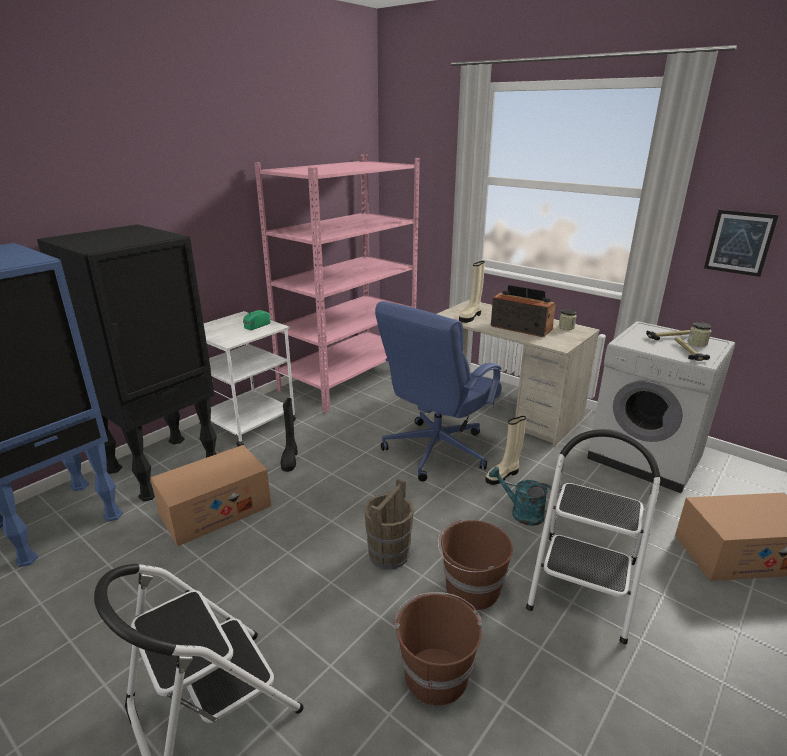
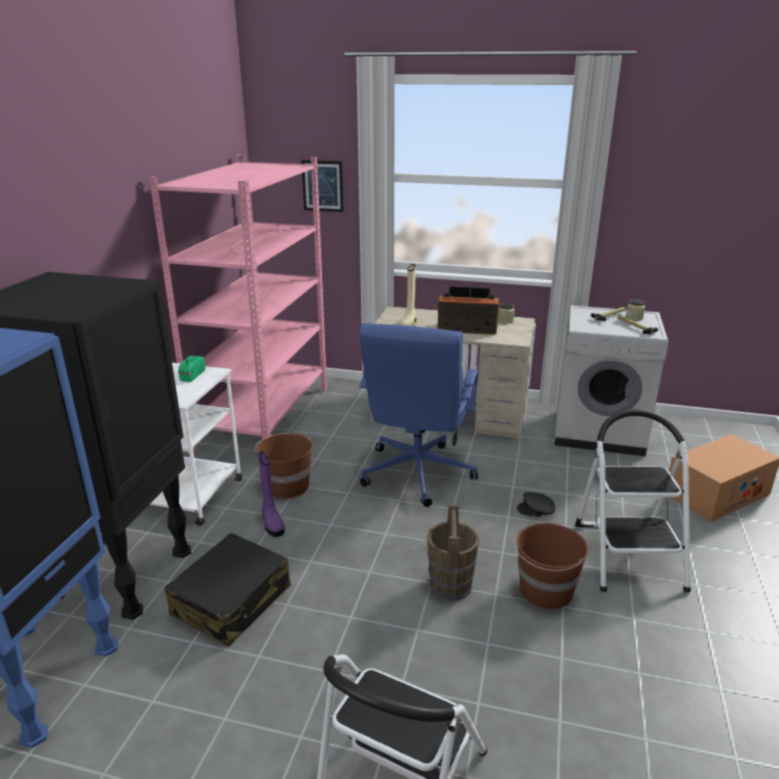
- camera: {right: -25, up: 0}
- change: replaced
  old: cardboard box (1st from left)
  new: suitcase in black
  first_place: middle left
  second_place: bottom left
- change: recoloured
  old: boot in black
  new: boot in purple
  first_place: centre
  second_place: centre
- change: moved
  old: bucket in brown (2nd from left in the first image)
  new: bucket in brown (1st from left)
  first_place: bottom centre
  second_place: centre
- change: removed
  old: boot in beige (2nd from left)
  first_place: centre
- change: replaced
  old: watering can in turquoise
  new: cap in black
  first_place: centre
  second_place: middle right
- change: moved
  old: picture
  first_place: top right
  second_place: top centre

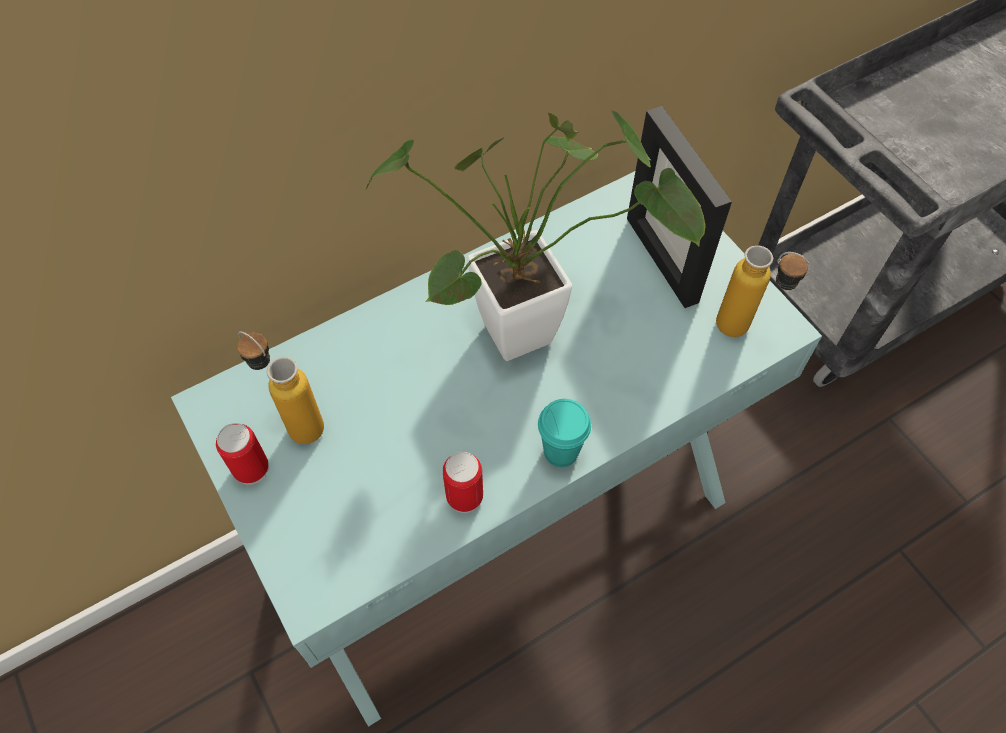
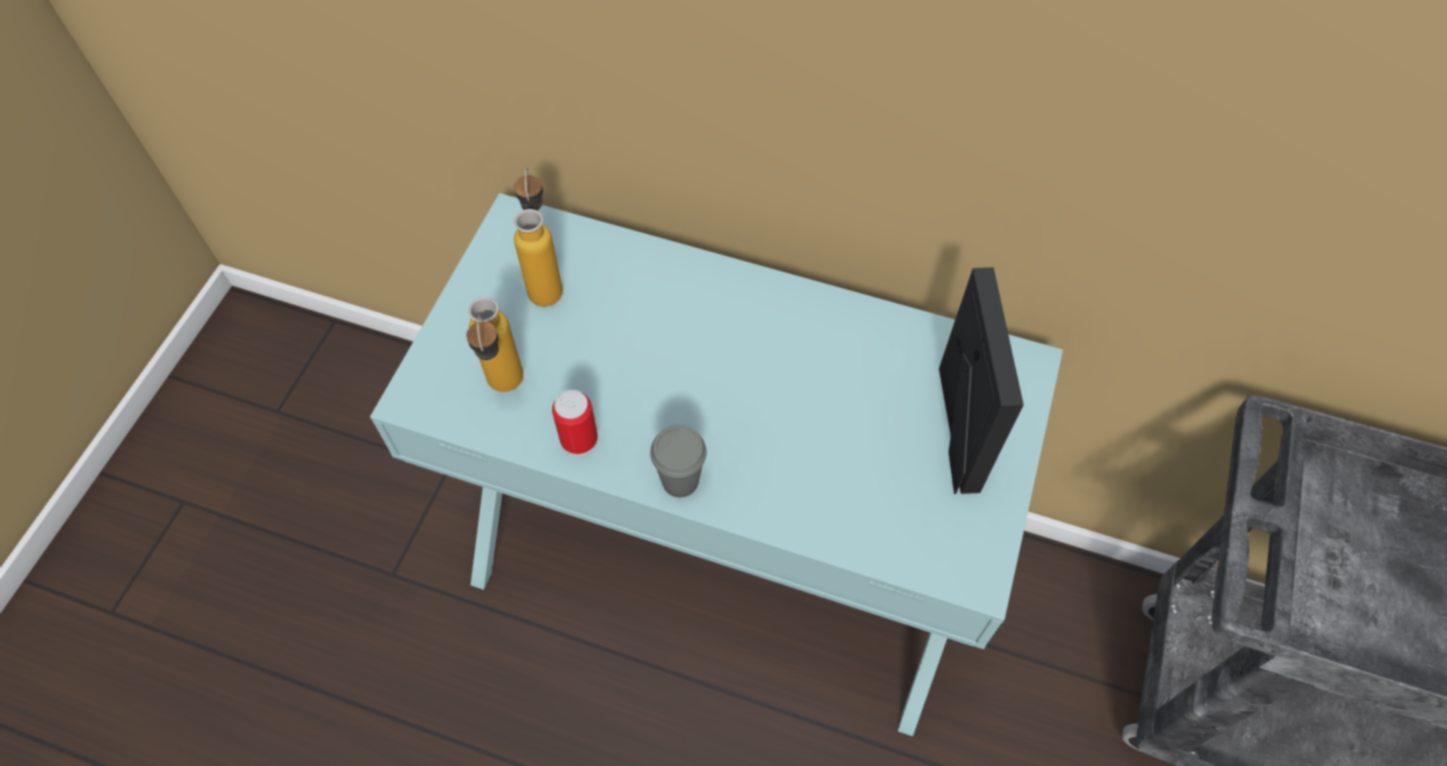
- camera: {right: 50, up: 0}
- change: removed
  old: can (1st from left)
  first_place: middle left
- change: removed
  old: potted plant
  first_place: top centre
- change: recoloured
  old: cup in turquoise
  new: cup in grey
  first_place: centre
  second_place: centre
- change: turned
  old: picture frame
  first_place: top right
  second_place: middle right
  degrees: 150
- change: moved
  old: bottle (2nd from left in the first image)
  new: bottle (1st from left)
  first_place: middle right
  second_place: centre

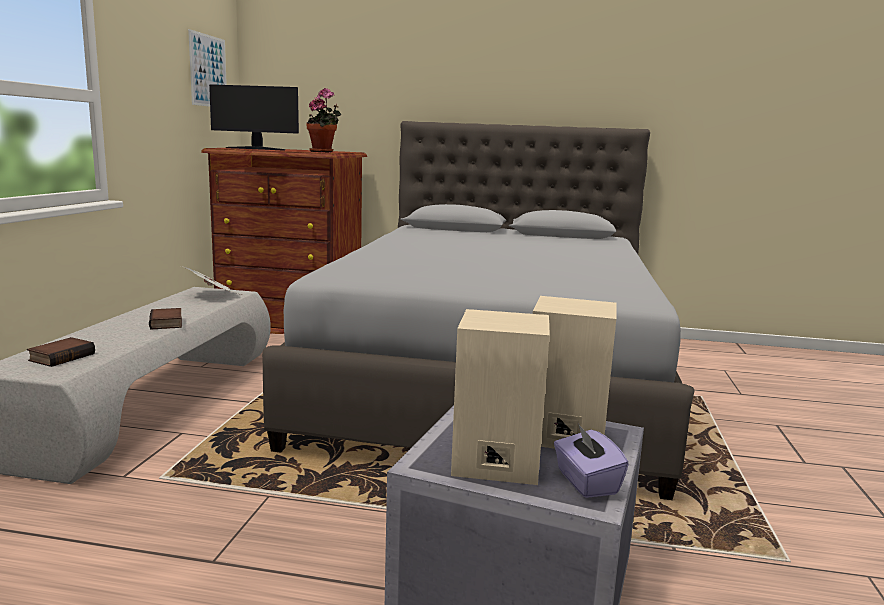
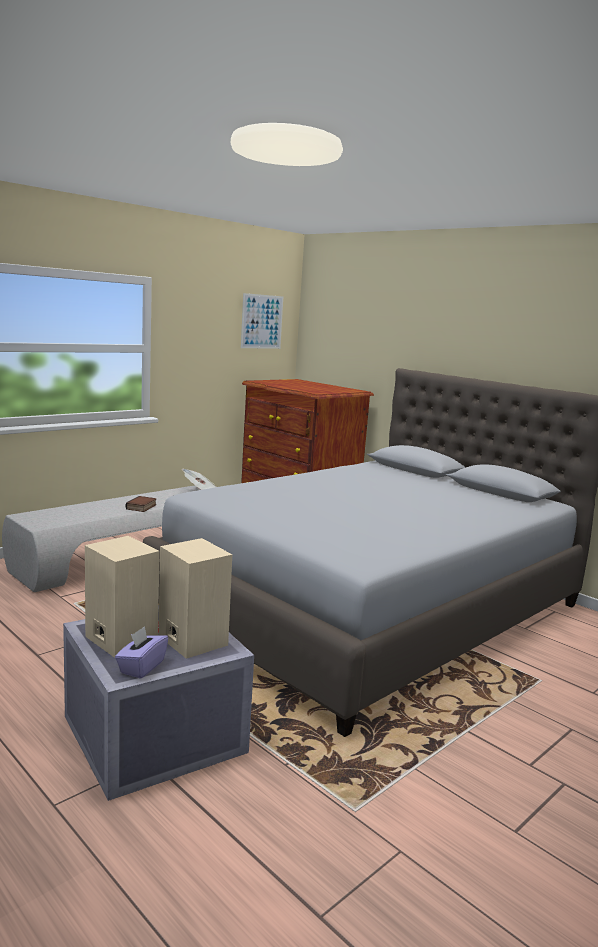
- camera: {right: 35, up: 0}
- change: removed
  old: book (1st from left)
  first_place: middle left
- change: removed
  old: monitor
  first_place: top left
- change: removed
  old: potted plant
  first_place: top centre

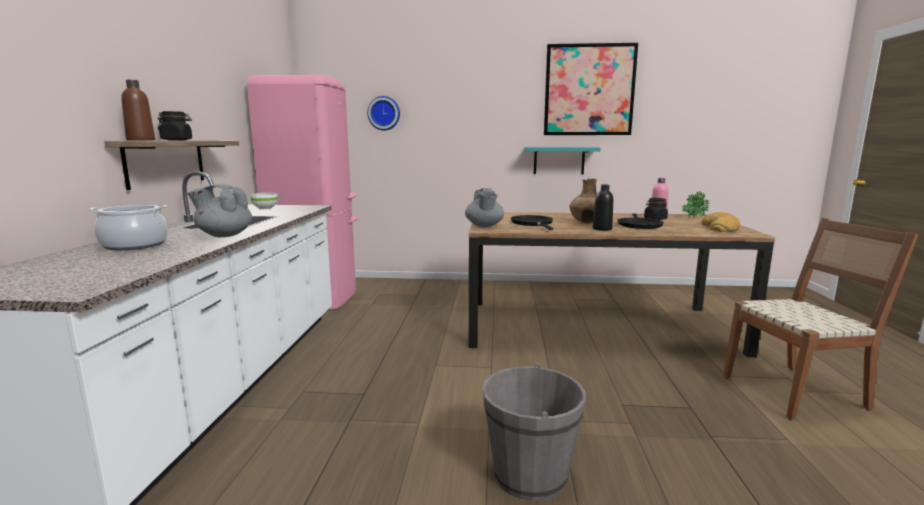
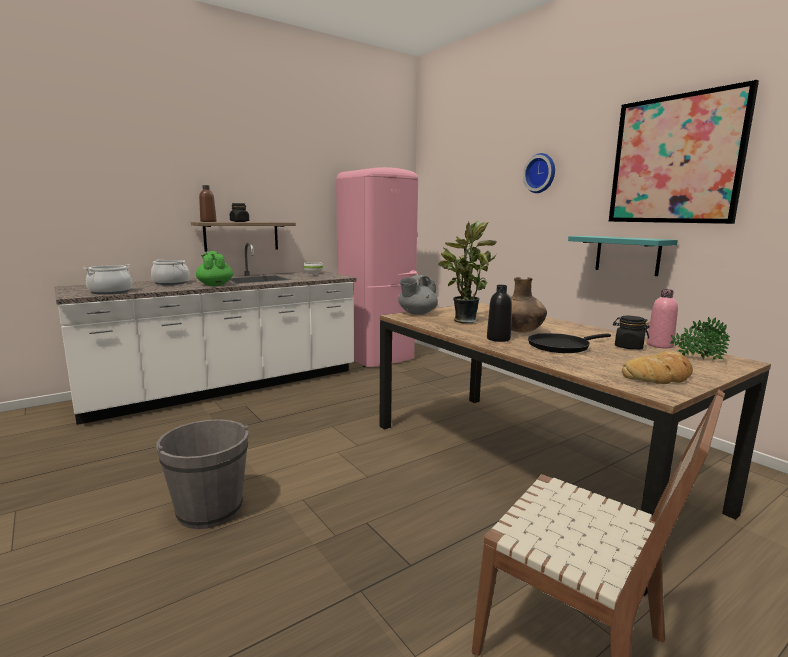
- camera: {right: 50, up: 0}
- change: recoloured
  old: teapot in grey (1st from left)
  new: teapot in green
  first_place: middle left
  second_place: middle left
- change: moved
  old: wall clock
  first_place: top centre
  second_place: top right
- change: replaced
  old: frying pan in black (1st from left)
  new: potted plant (1st from left)
  first_place: centre
  second_place: centre
- change: added
  new: cooking pot (1st from left)
  second_place: middle left

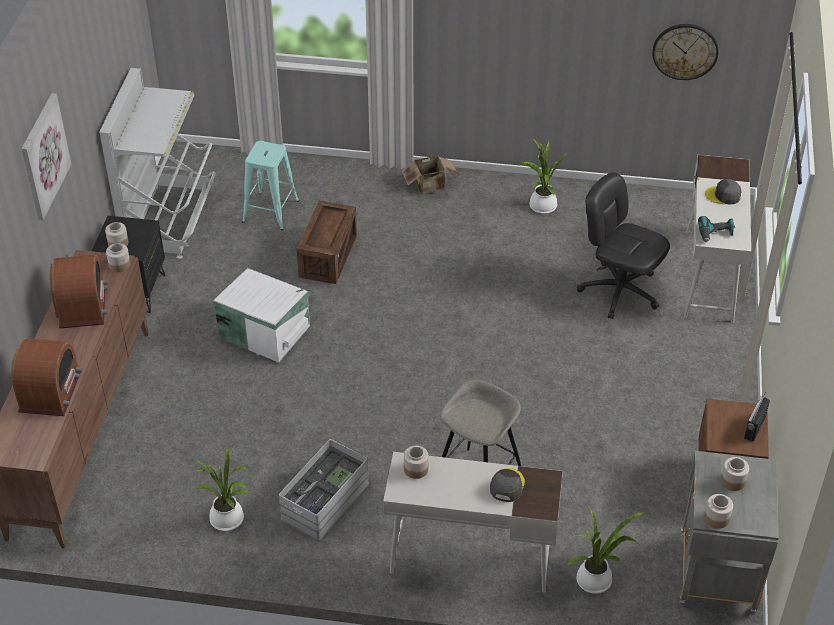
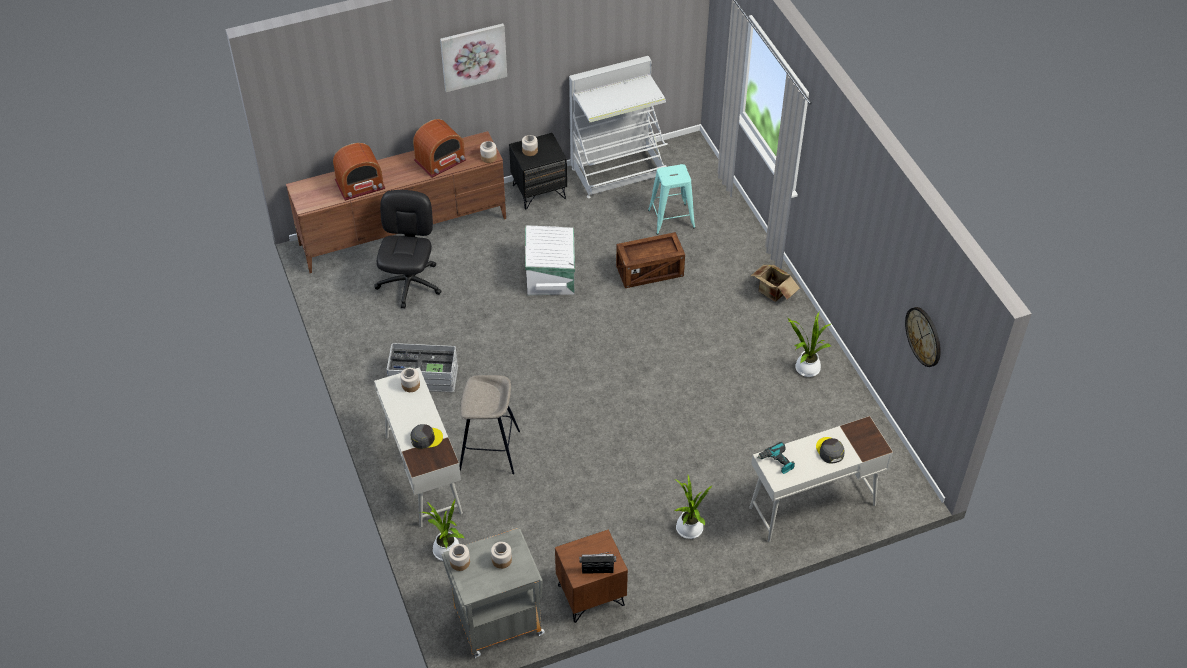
- camera: {right: 60, up: 5}
- change: moved
  old: potted plant (1st from left in the first image)
  new: potted plant (2nd from left)
  first_place: bottom left
  second_place: bottom centre
- change: moved
  old: office chair in black
  first_place: middle right
  second_place: centre

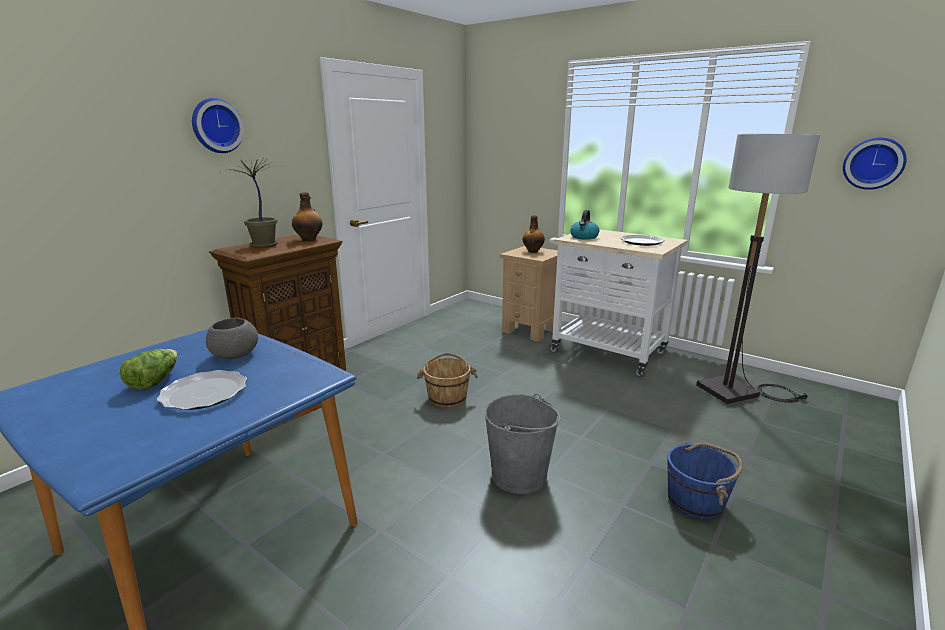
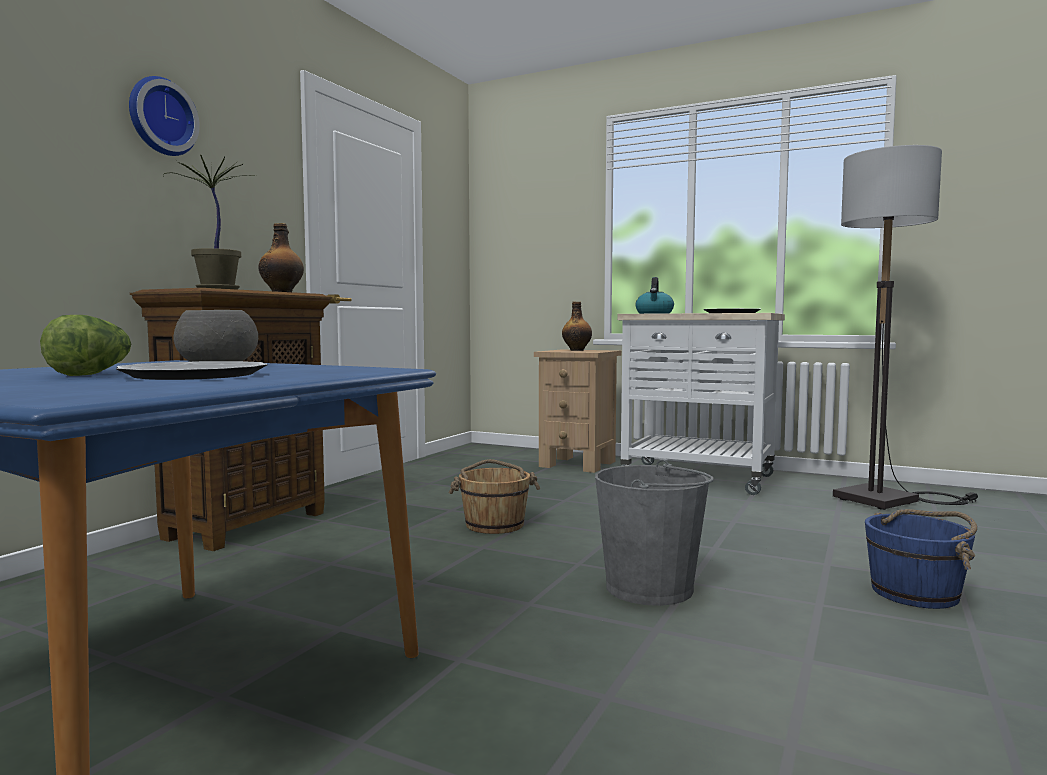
- camera: {right: -10, up: -15}
- change: removed
  old: wall clock (2nd from left)
  first_place: top right

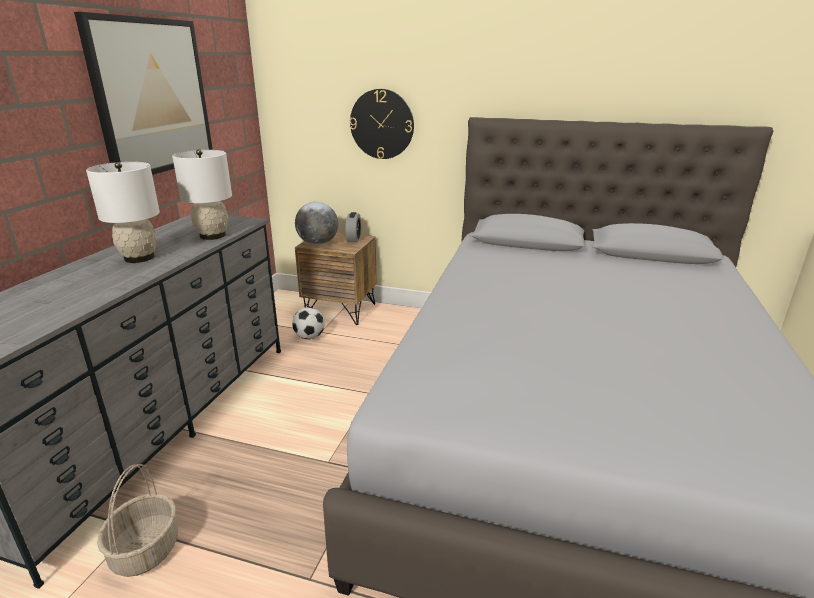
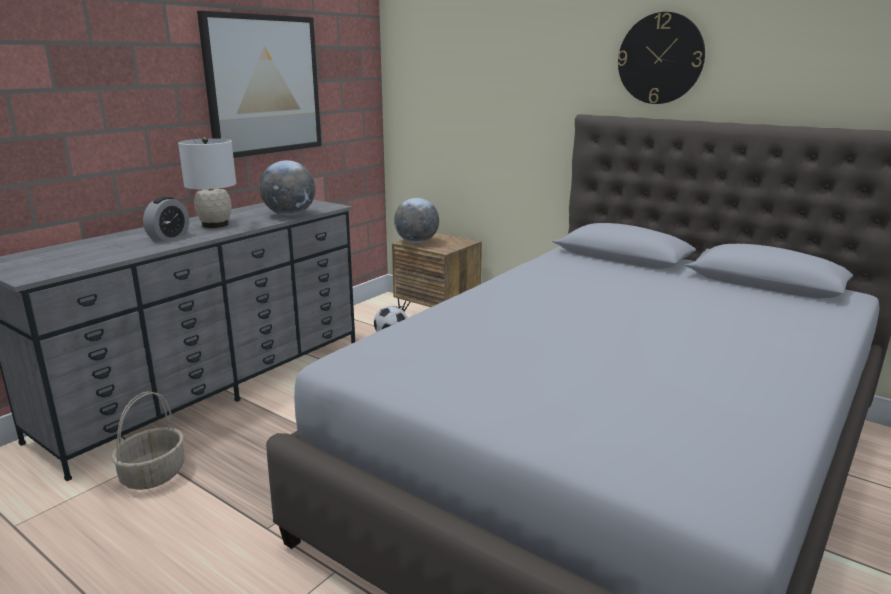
- camera: {right: 20, up: -5}
- change: replaced
  old: table lamp in white (2nd from left)
  new: globe (1st from left)
  first_place: top left
  second_place: top left
- change: moved
  old: alarm clock
  first_place: centre
  second_place: middle left
- change: moved
  old: wall clock
  first_place: top centre
  second_place: top right

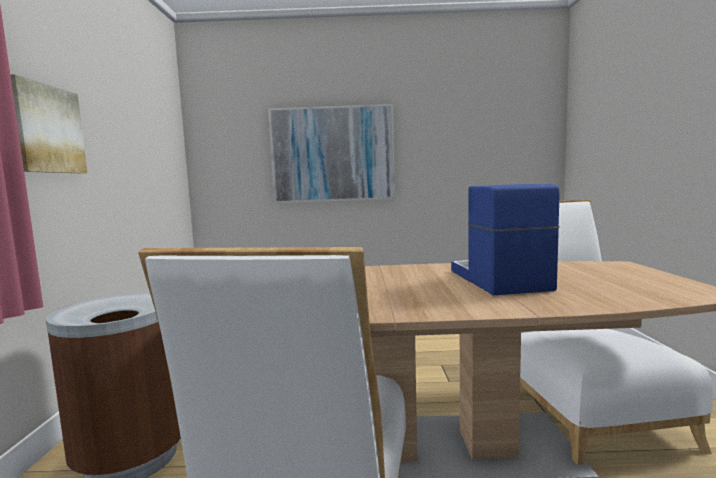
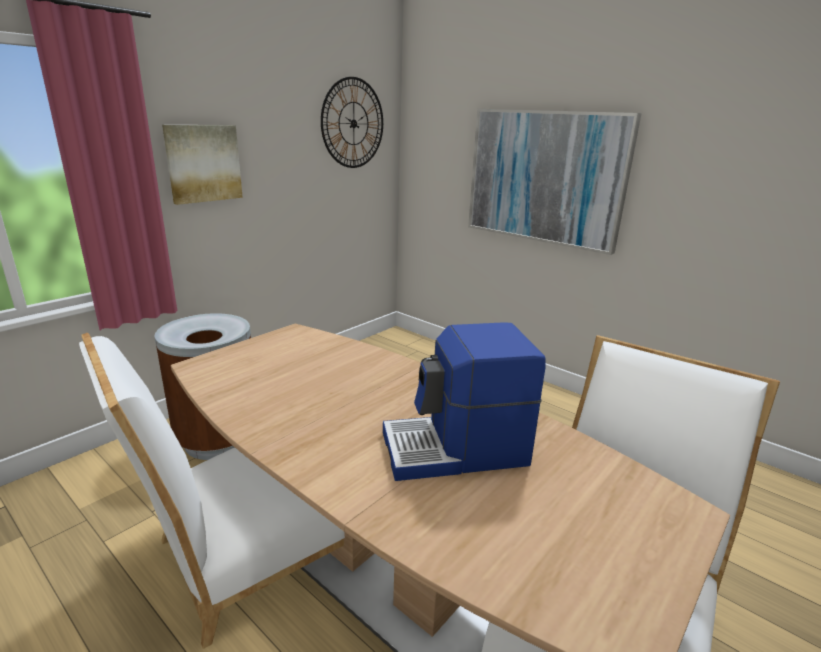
- camera: {right: 40, up: 15}
- change: turned
  old: coffee machine
  first_place: middle right
  second_place: centre
  degrees: -135
- change: added
  new: wall clock
  second_place: top centre

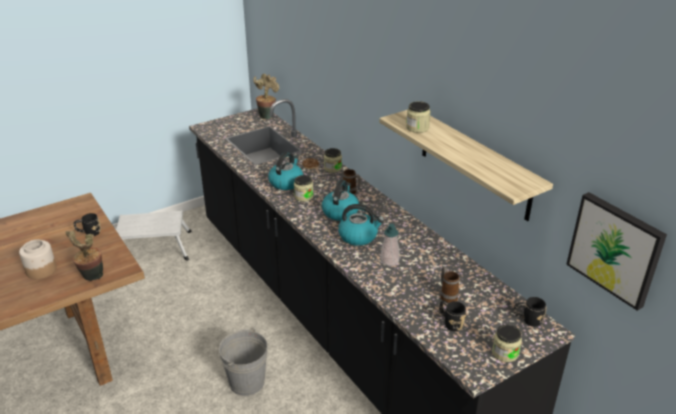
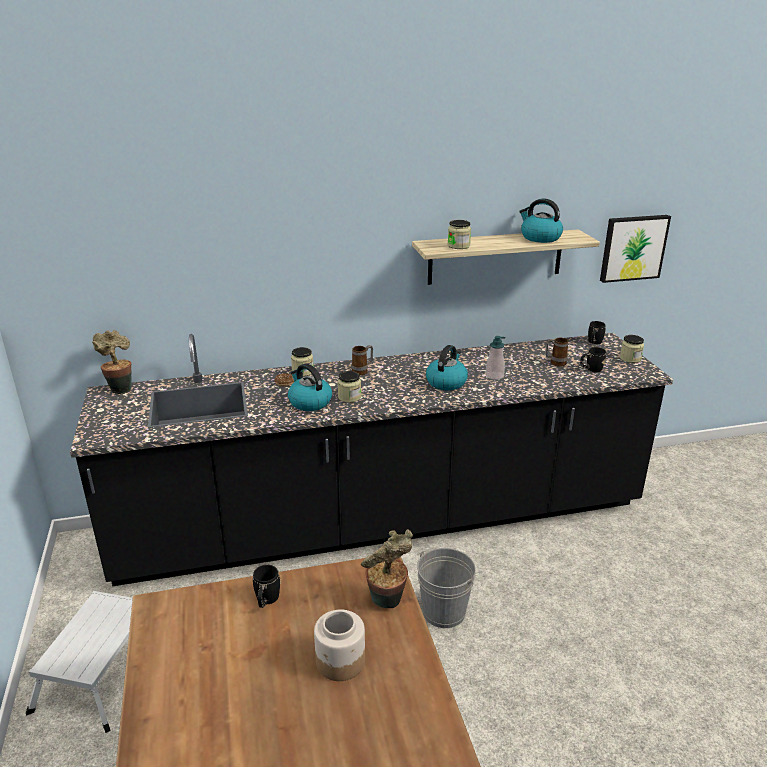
- camera: {right: -70, up: -5}
- change: moved
  old: kettle (2nd from left in the first image)
  new: kettle (3rd from left)
  first_place: centre
  second_place: top right

